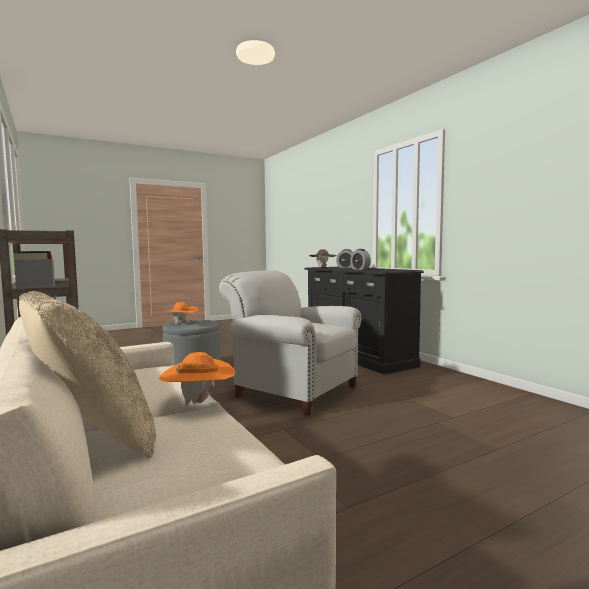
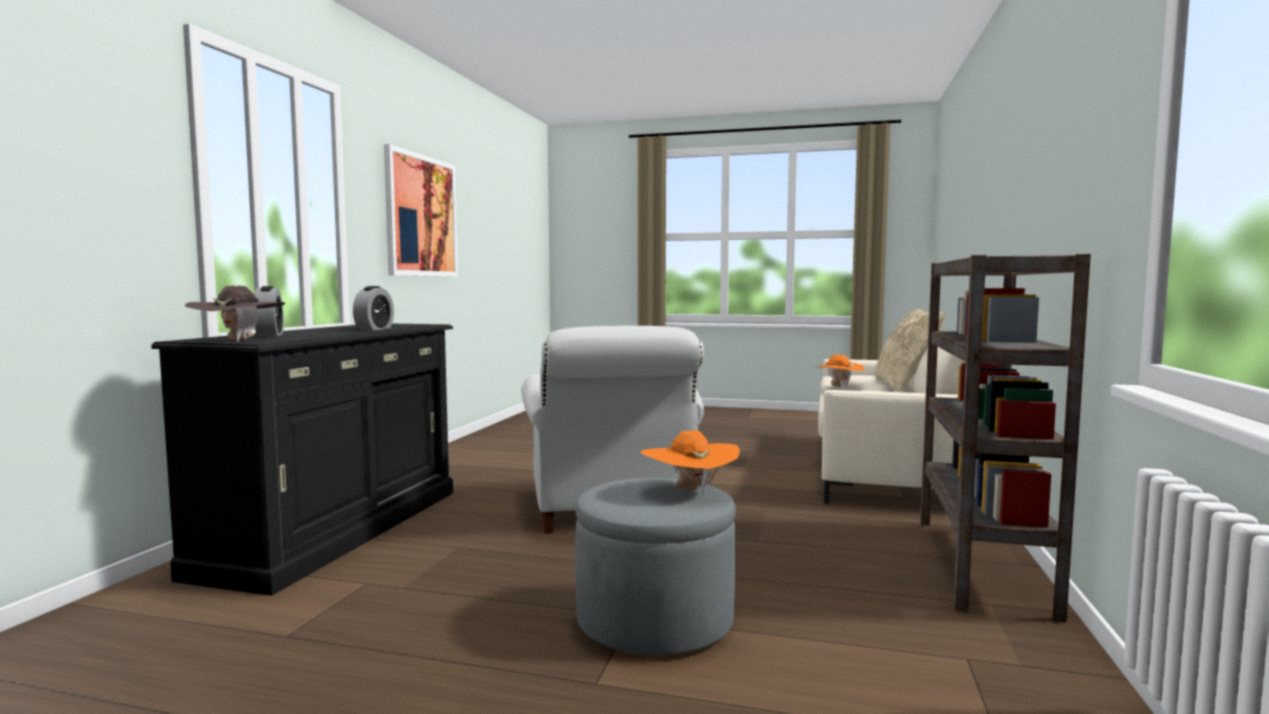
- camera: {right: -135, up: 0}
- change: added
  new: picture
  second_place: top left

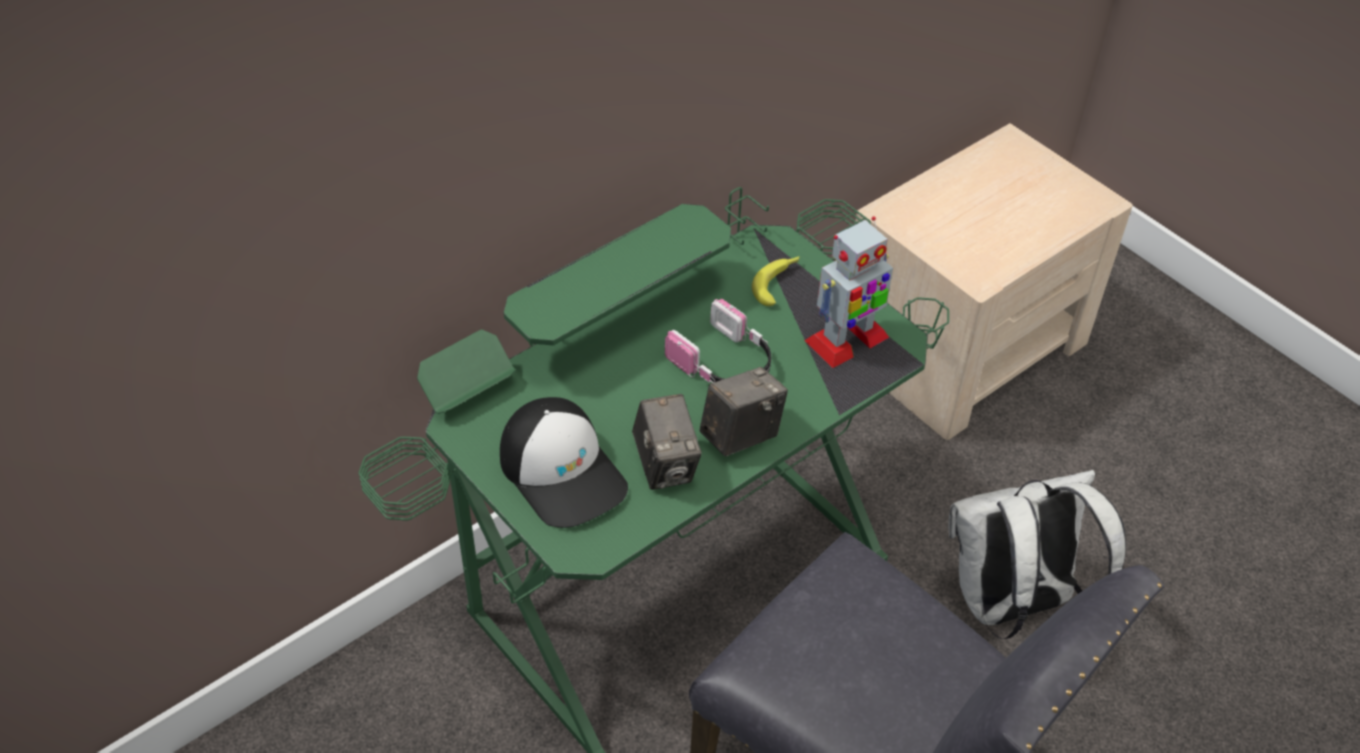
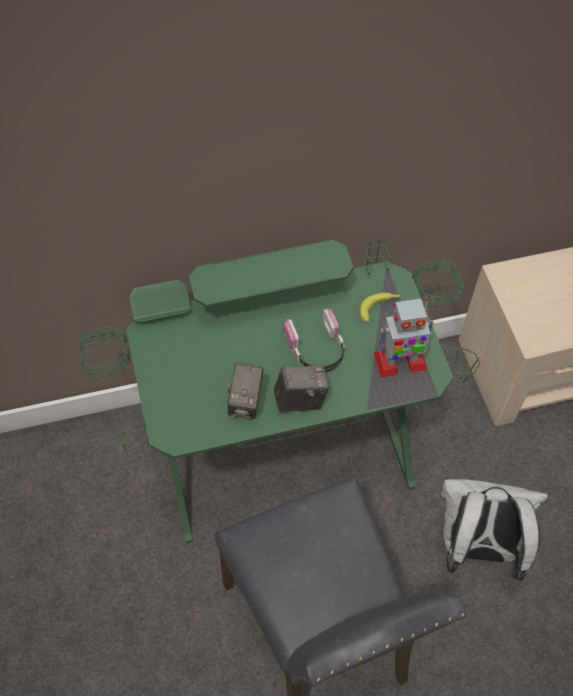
- camera: {right: 25, up: 10}
- change: removed
  old: cap
  first_place: centre

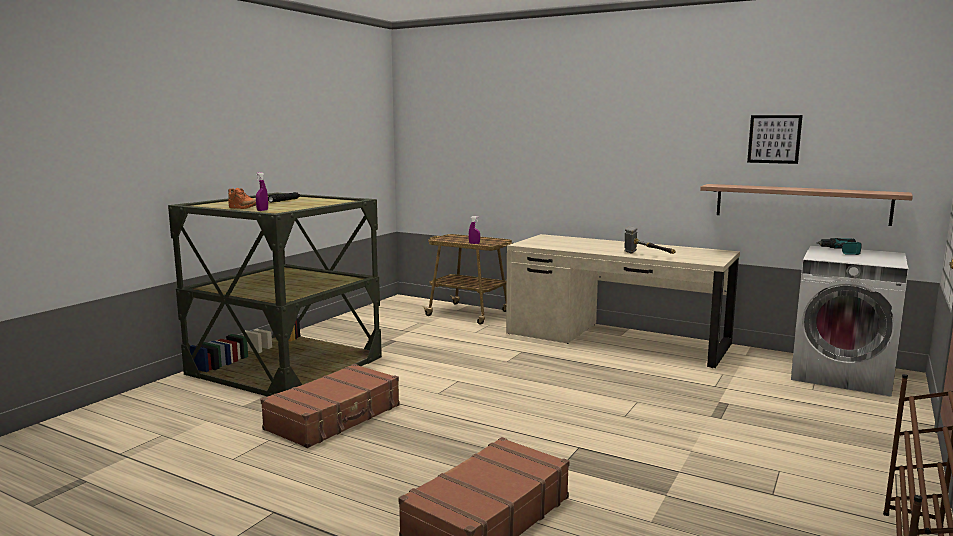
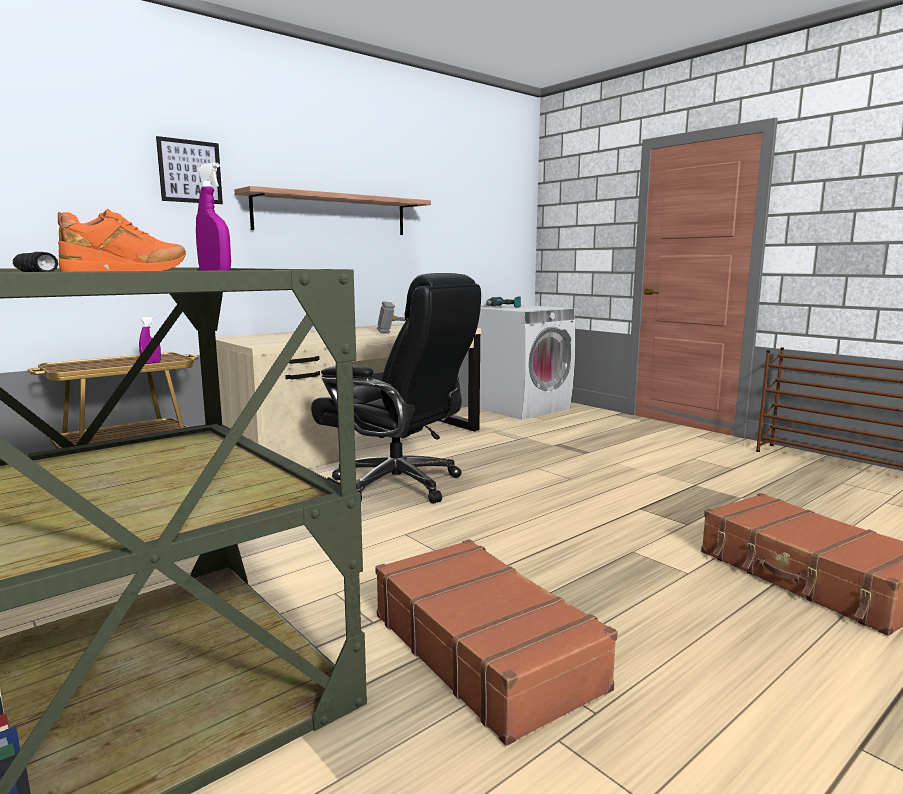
- camera: {right: -70, up: 0}
- change: moved
  old: shelf
  first_place: middle right
  second_place: top centre
- change: moved
  old: picture
  first_place: top right
  second_place: top left
- change: added
  new: office chair in black
  second_place: centre

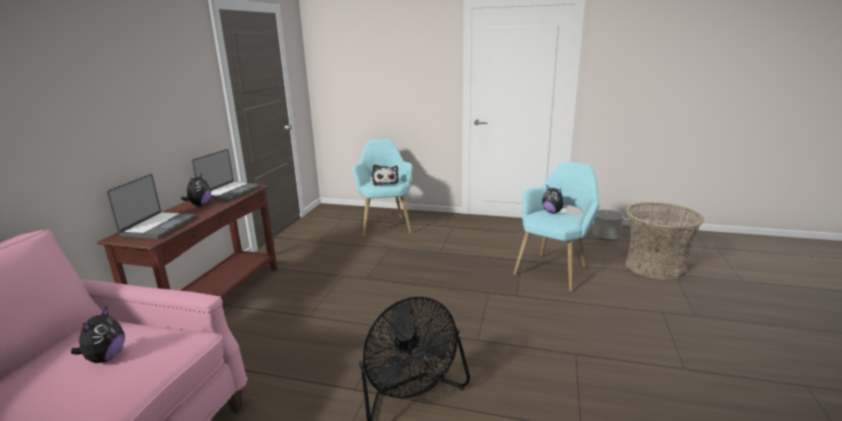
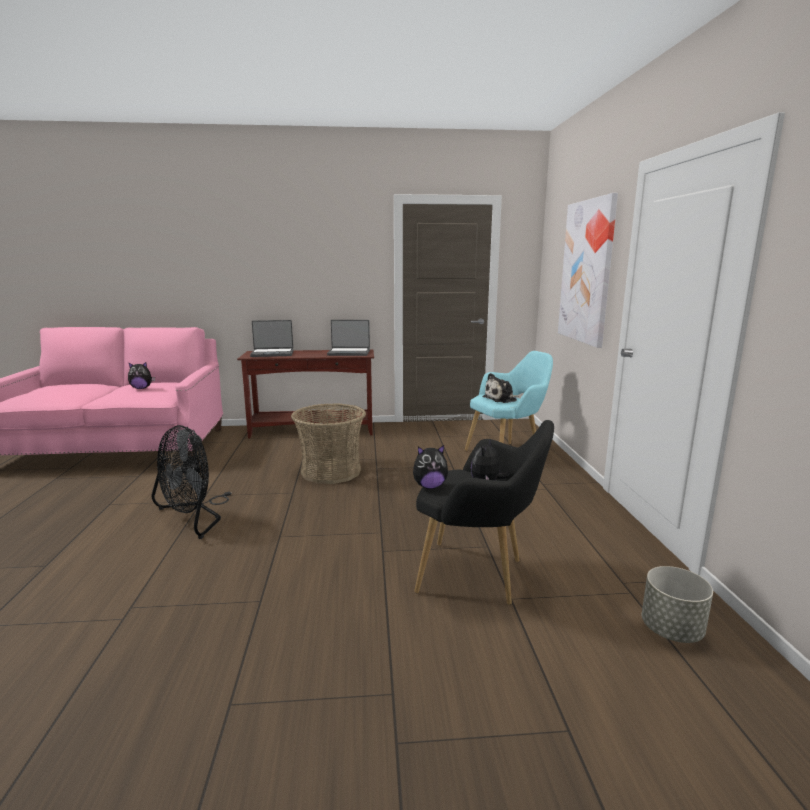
- camera: {right: 70, up: -5}
- change: moved
  old: plush toy (2nd from left)
  first_place: middle left
  second_place: centre
- change: recoloured
  old: armchair in turquoise (2nd from left)
  new: armchair in black
  first_place: centre
  second_place: centre
- change: moved
  old: basket
  first_place: middle right
  second_place: centre
- change: added
  new: picture
  second_place: middle right

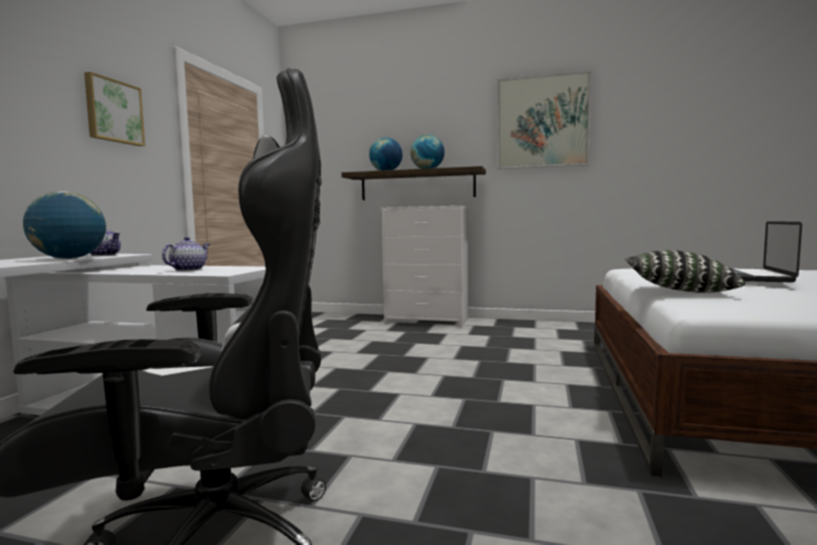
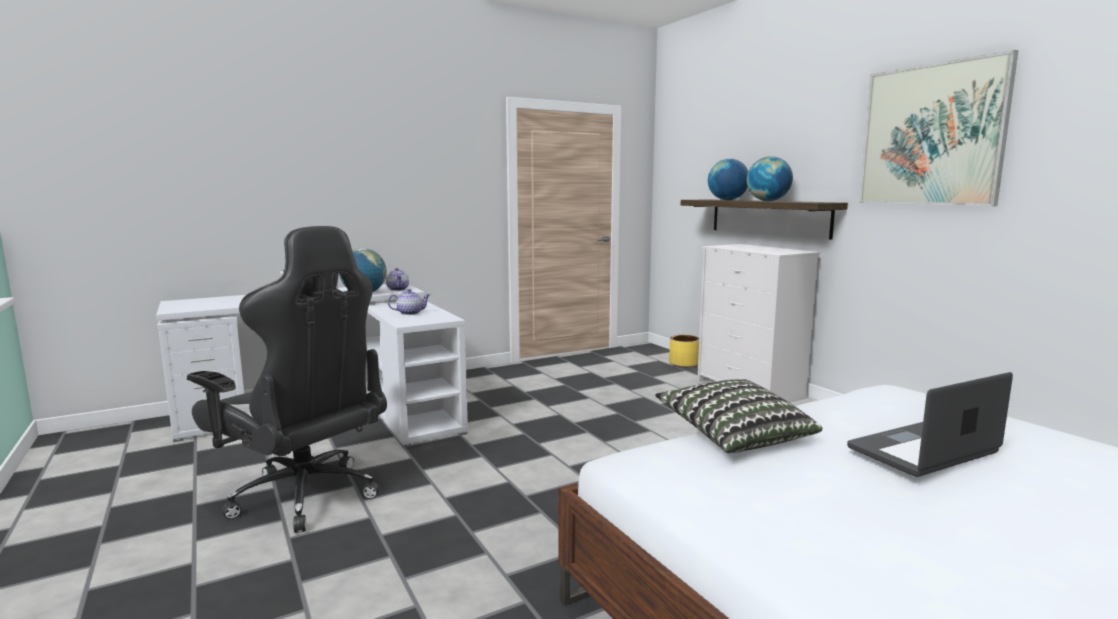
- camera: {right: 45, up: 5}
- change: removed
  old: picture (1st from left)
  first_place: top left
- change: added
  new: planter in yellow
  second_place: centre

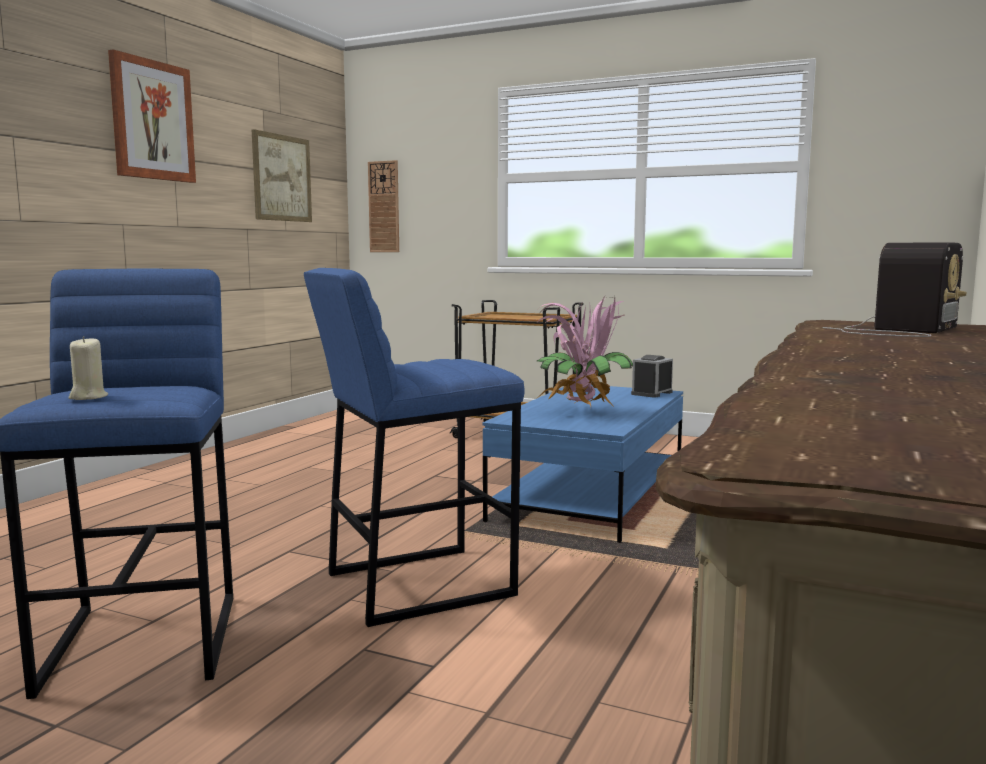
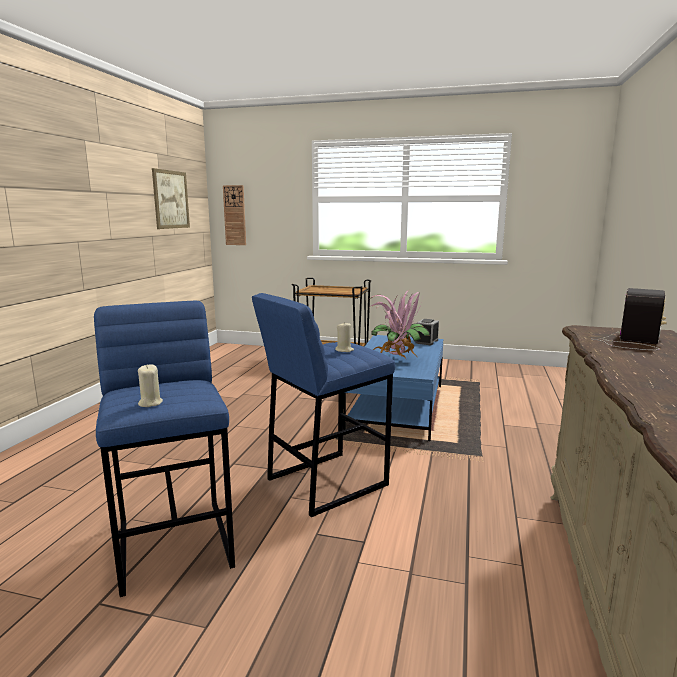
- camera: {right: -10, up: 5}
- change: removed
  old: picture (1st from left)
  first_place: top left
- change: added
  new: candle in beige (2nd from left)
  second_place: centre

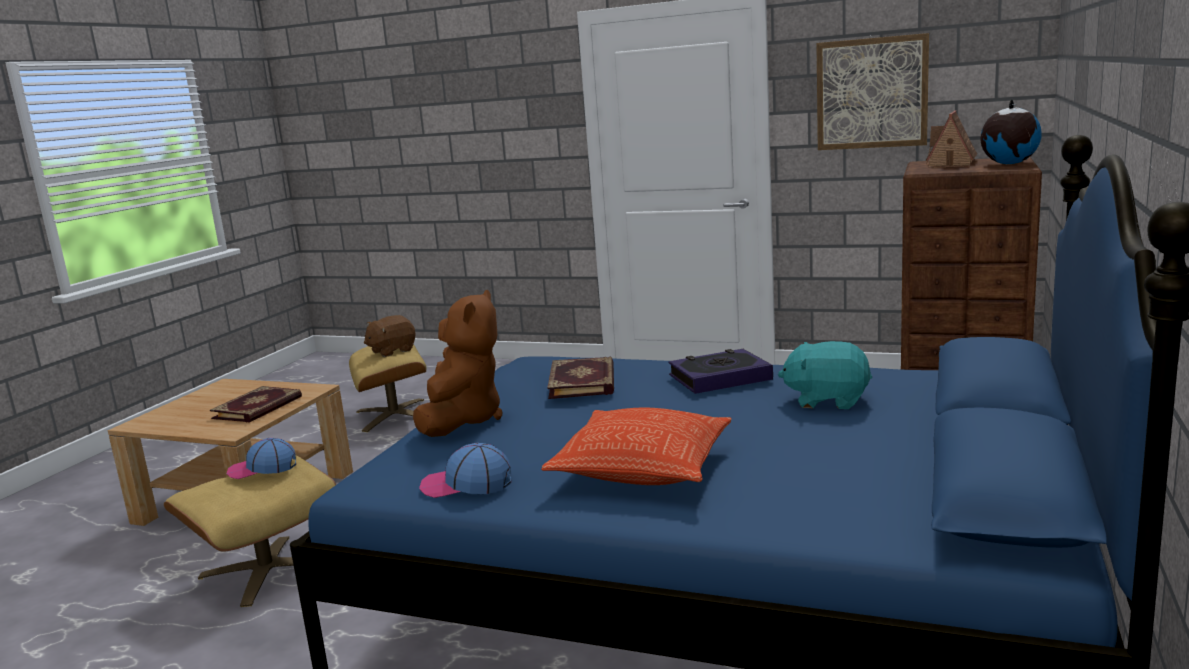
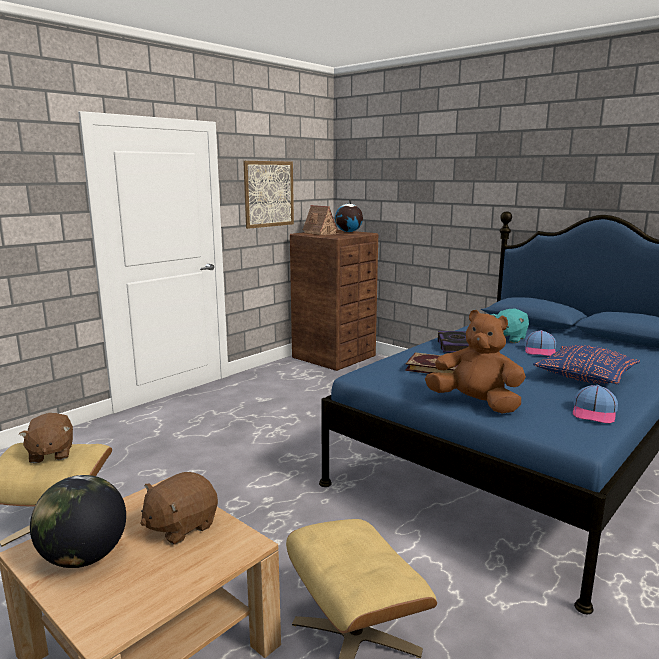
- camera: {right: -70, up: 0}
- change: replaced
  old: book (1st from left)
  new: plush toy in brown (2nd from left)
  first_place: middle left
  second_place: bottom left
- change: moved
  old: cap (1st from left)
  first_place: bottom left
  second_place: middle right
- change: recoloured
  old: pillow in orange
  new: pillow in blue
  first_place: bottom centre
  second_place: middle right
- change: added
  new: globe (1st from left)
  second_place: bottom left

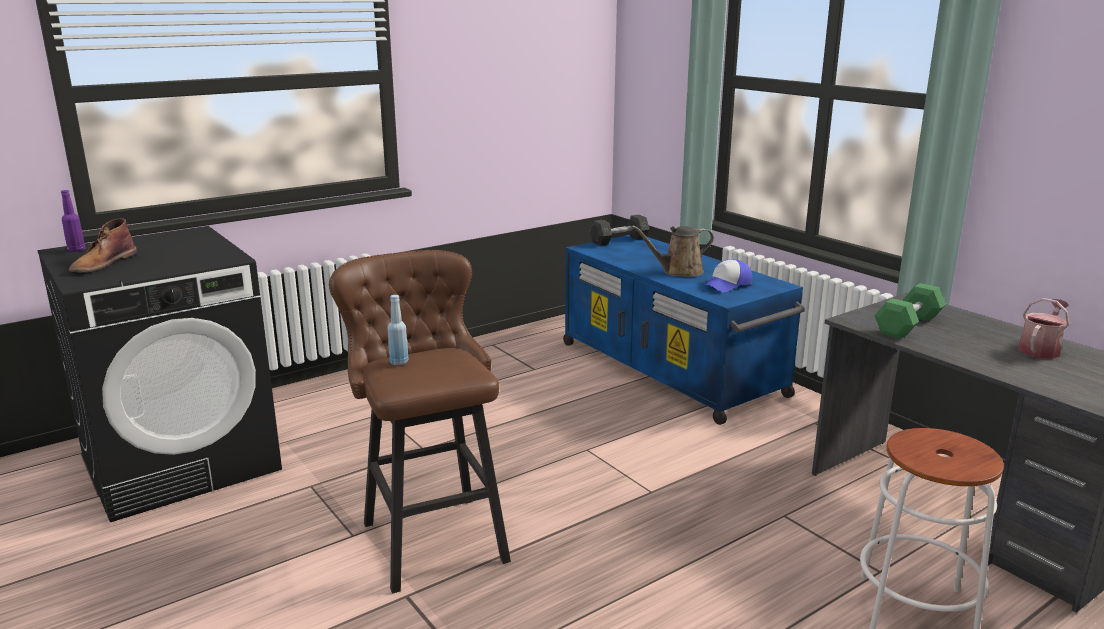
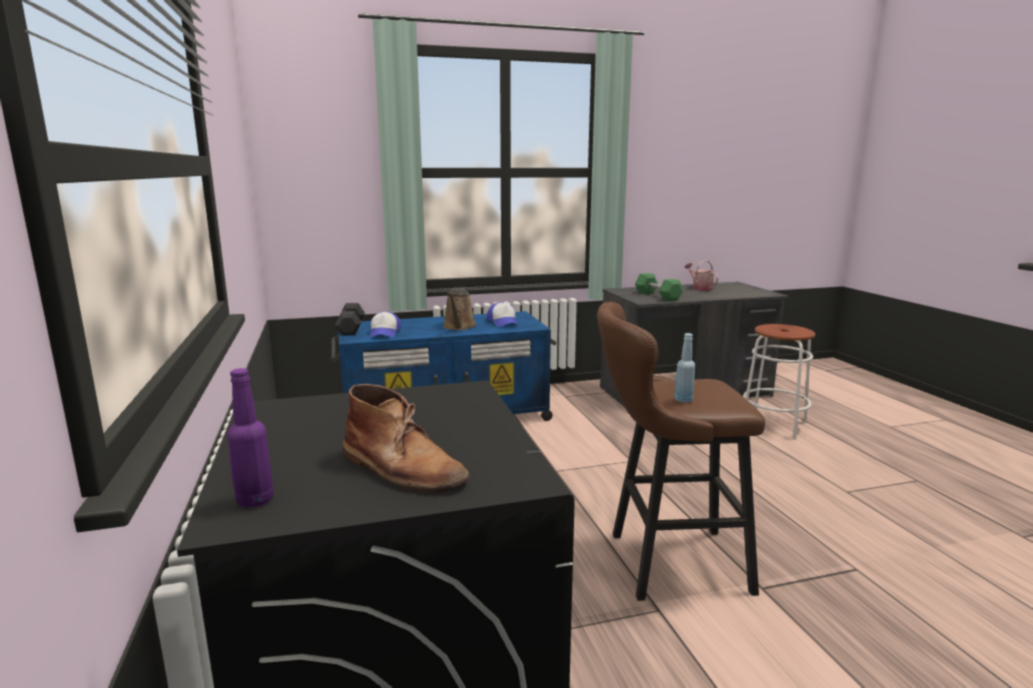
- camera: {right: -70, up: -5}
- change: added
  new: cap (1st from left)
  second_place: centre

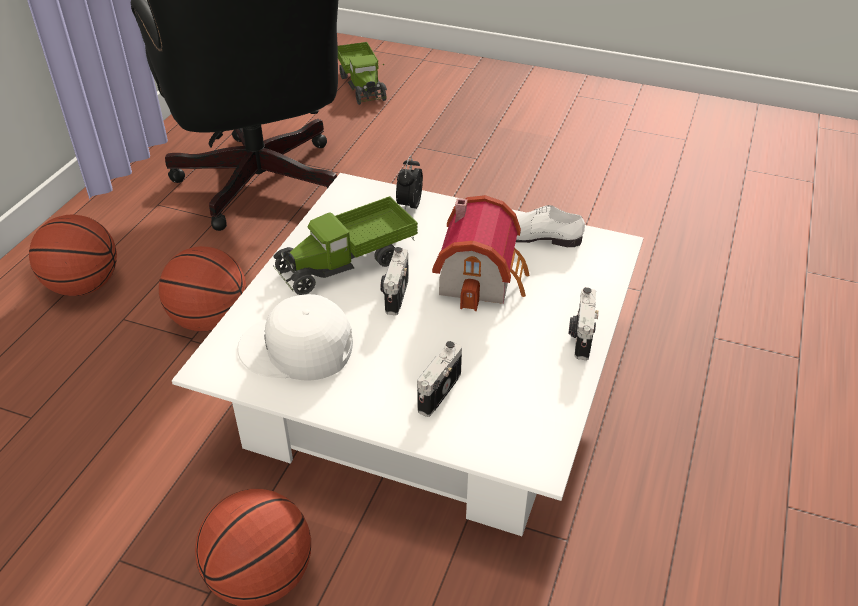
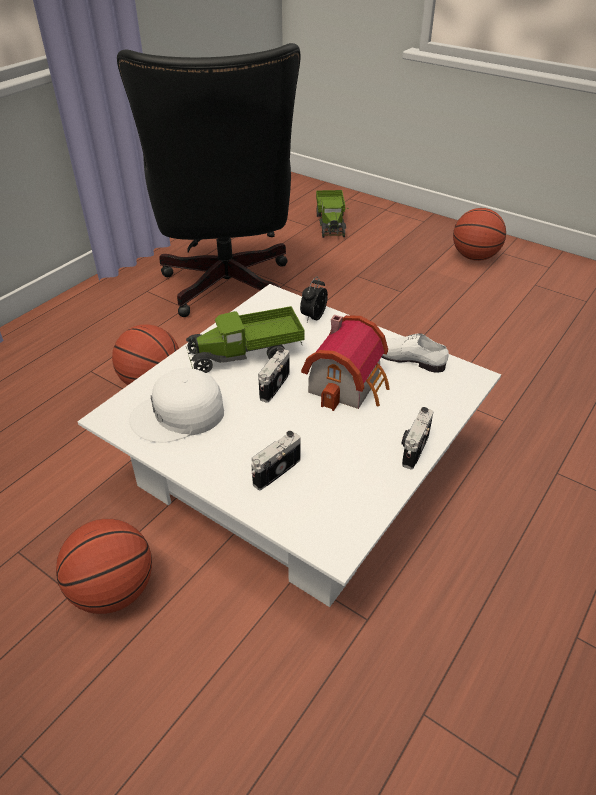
- camera: {right: 15, up: 0}
- change: moved
  old: basketball (1st from left in the first image)
  new: basketball (3rd from left)
  first_place: middle left
  second_place: top right
- change: turned
  old: cap in white
  first_place: centre
  second_place: middle left
  degrees: -45

